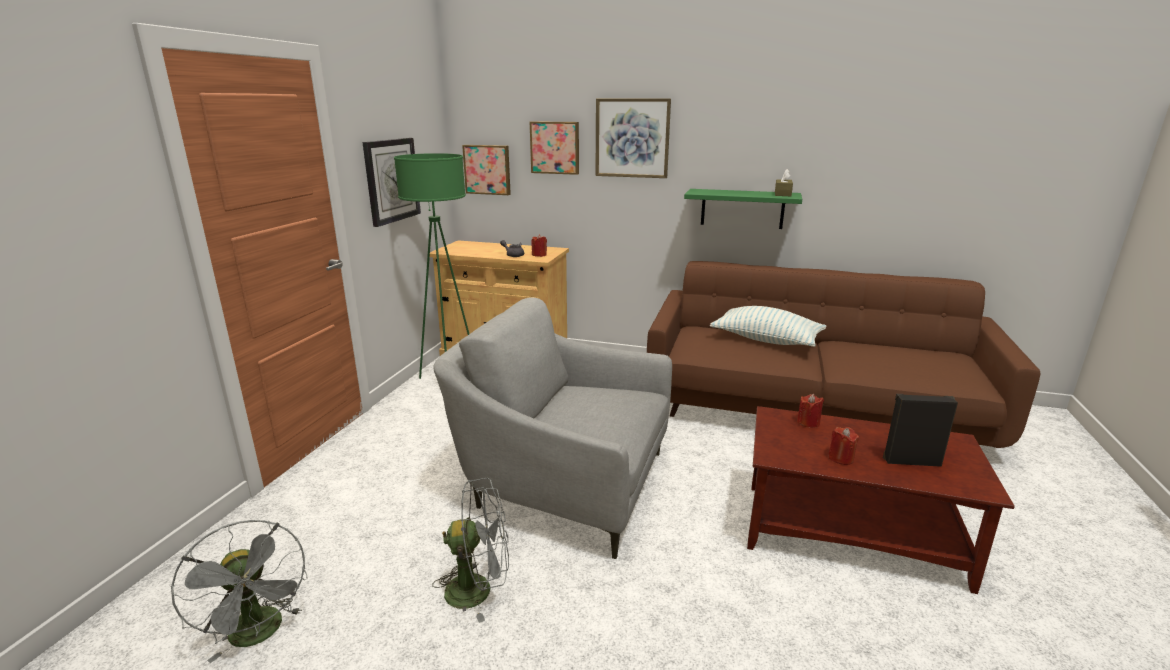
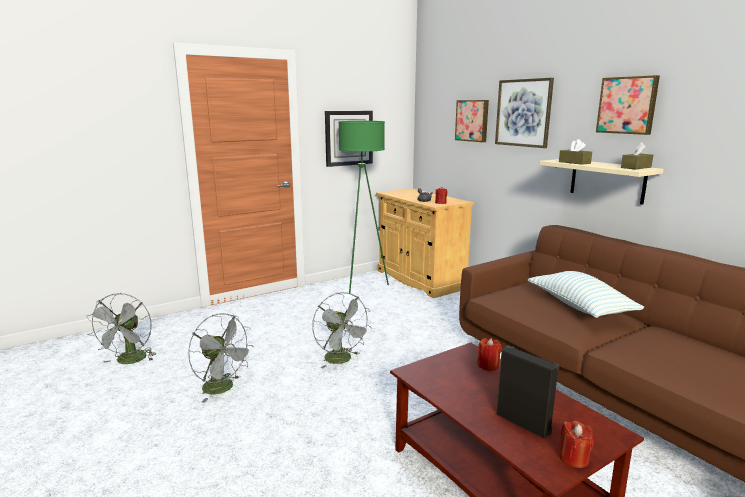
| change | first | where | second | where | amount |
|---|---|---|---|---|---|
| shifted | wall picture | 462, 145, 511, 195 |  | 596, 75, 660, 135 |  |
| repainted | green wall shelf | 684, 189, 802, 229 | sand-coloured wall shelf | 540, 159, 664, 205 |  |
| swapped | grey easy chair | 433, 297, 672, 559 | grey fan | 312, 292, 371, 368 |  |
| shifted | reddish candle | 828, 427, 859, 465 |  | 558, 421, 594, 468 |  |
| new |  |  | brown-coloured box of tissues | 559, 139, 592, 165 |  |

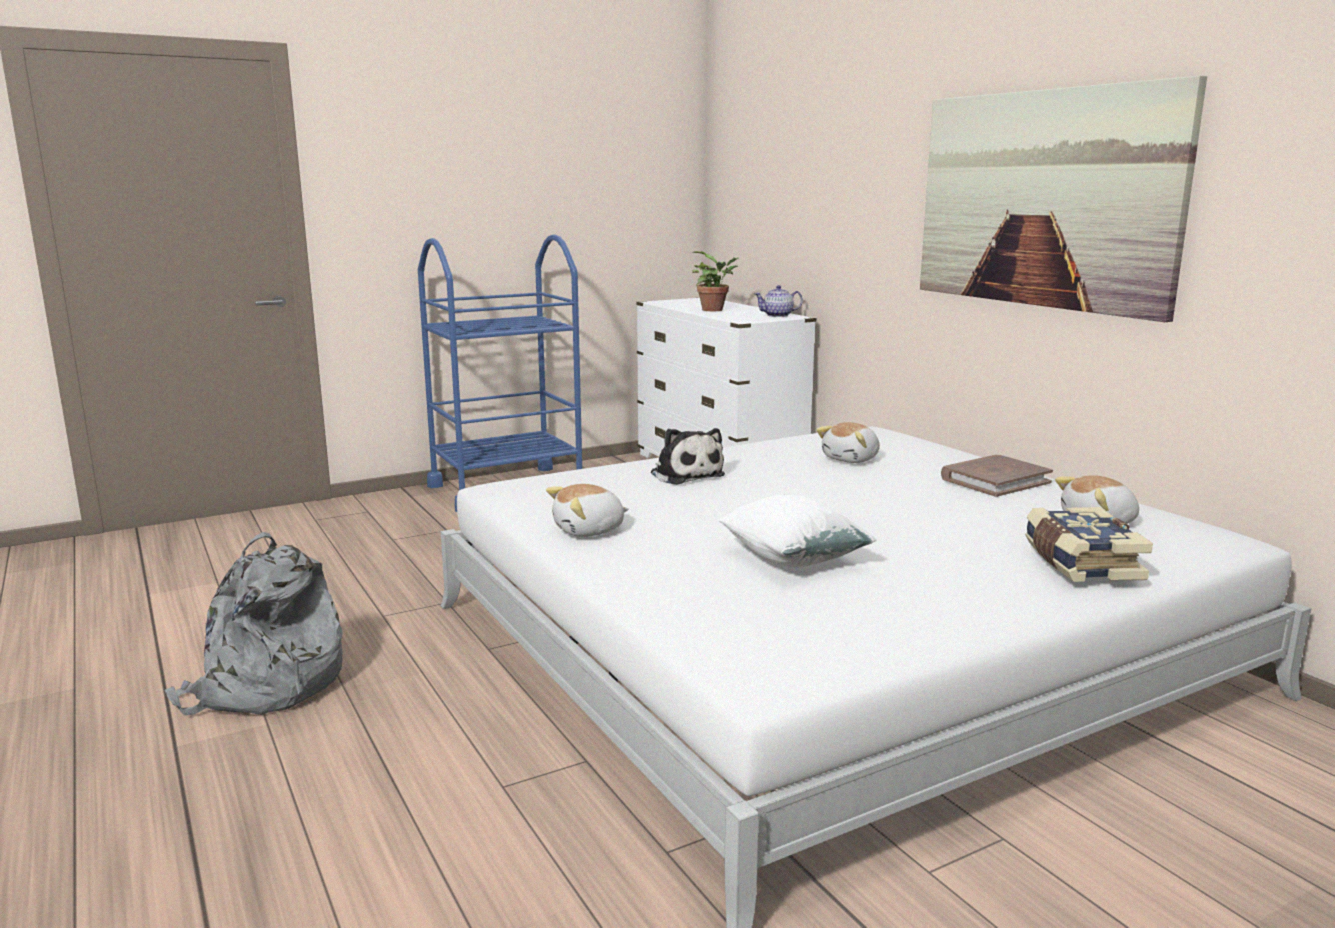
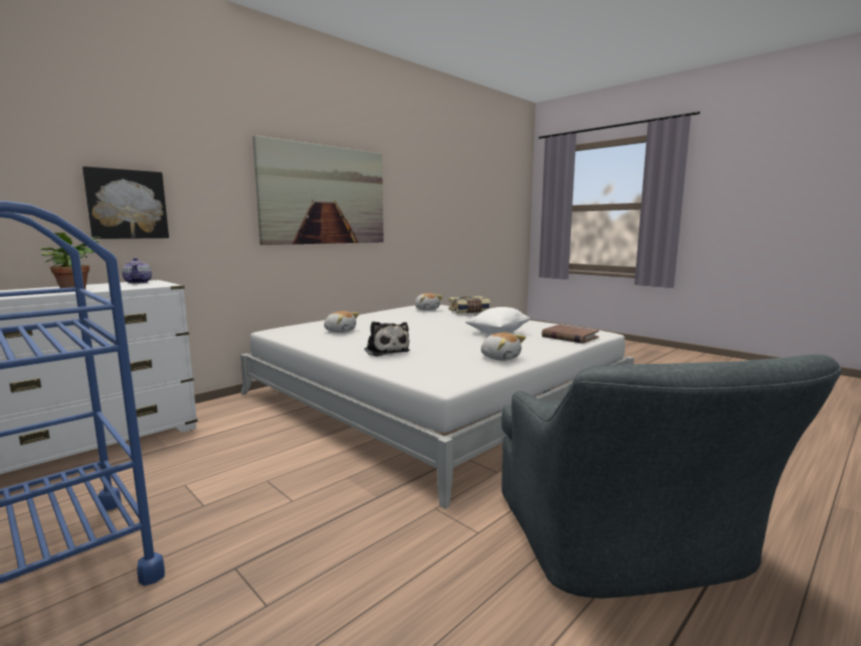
| change | first | where | second | where | amount |
|---|---|---|---|---|---|
| rotated | plush toy | 651, 428, 725, 485 |  | 364, 321, 410, 357 | 105 degrees clockwise |
| shifted | brown-coloured book | 941, 455, 1053, 497 |  | 542, 324, 599, 344 |  |
| swapped | grey knapsack | 165, 532, 343, 715 | grey easy chair | 501, 354, 842, 598 |  |
| new |  |  | wall picture | 82, 166, 169, 239 |  |

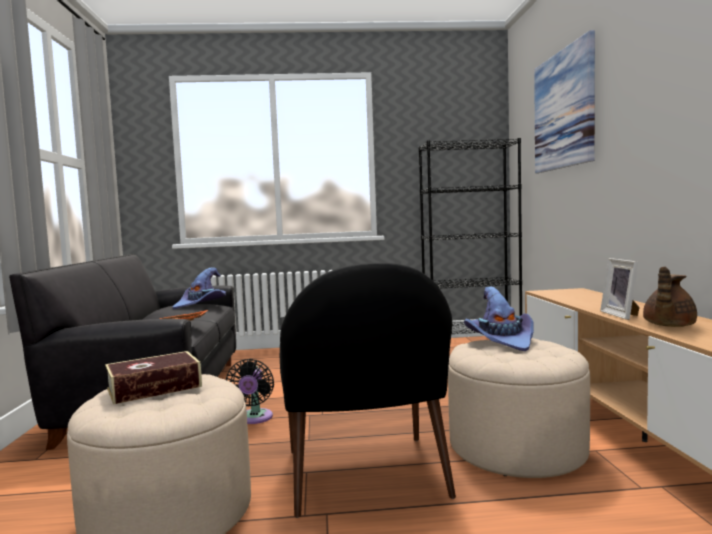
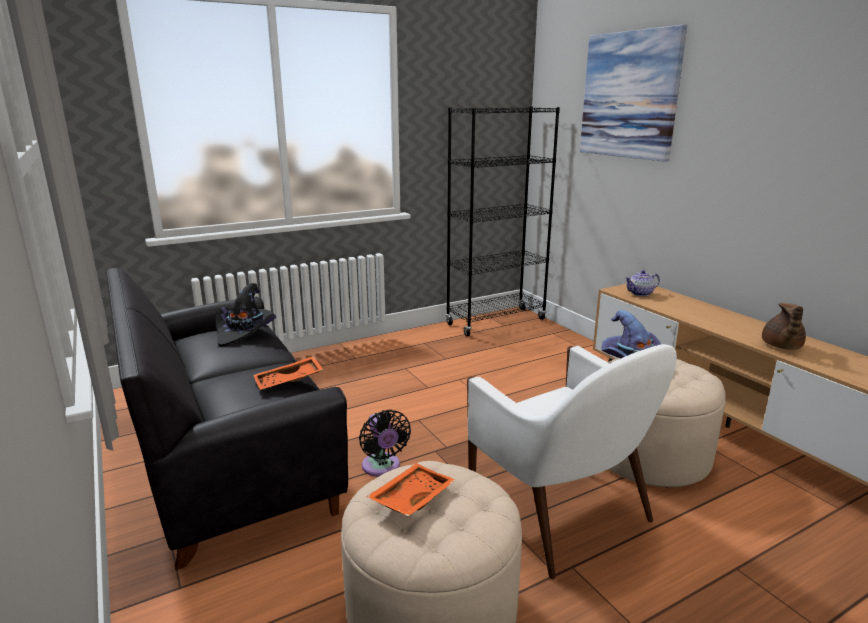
| change | first | where | second | where | amount |
|---|---|---|---|---|---|
| gone | standing frame | 600, 258, 640, 320 |  |  |  |
| repainted | blackish easy chair | 280, 262, 456, 518 | white easy chair | 467, 344, 677, 579 |  |
| repainted | purple-coloured clothing hat | 172, 267, 226, 309 | blackish clothing hat | 216, 283, 276, 347 |  |
| swapped | book | 105, 351, 202, 405 | orange-coloured carrying tray | 366, 463, 455, 516 |  |
| new |  |  | pot for tea | 625, 270, 660, 296 |  |

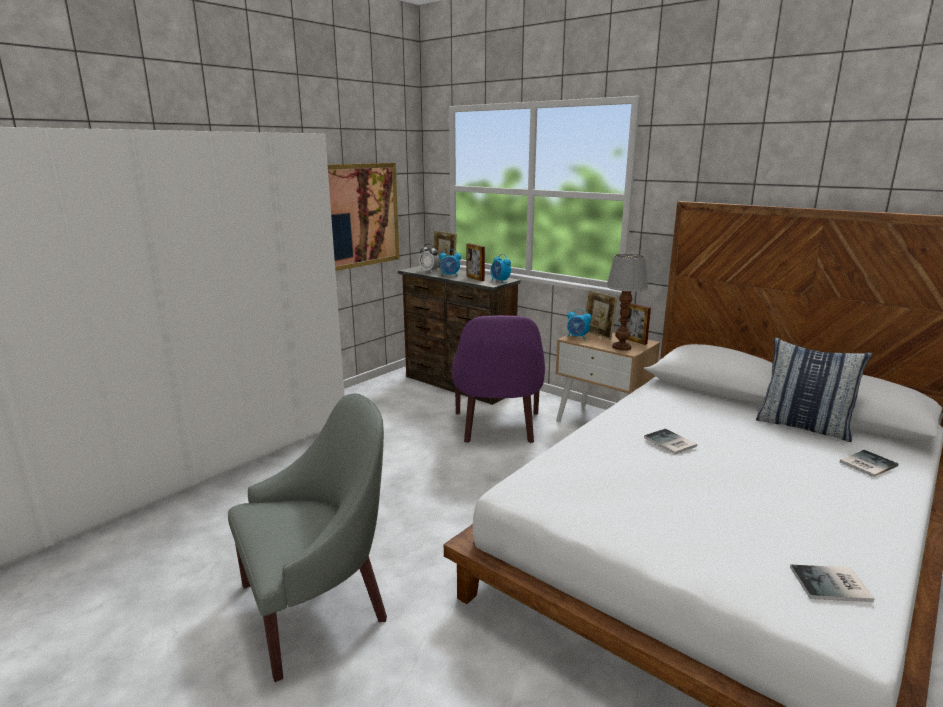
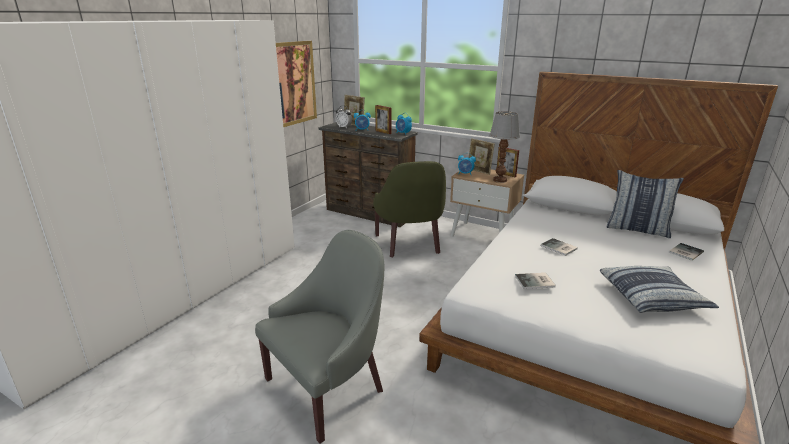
| change | first | where | second | where | amount |
|---|---|---|---|---|---|
| repainted | purple-coloured easy chair | 452, 315, 545, 443 | green easy chair | 373, 161, 446, 257 |  |
| shifted | book | 790, 565, 875, 602 |  | 515, 273, 556, 289 |  |
| new |  |  | pillow | 600, 266, 719, 313 |  |

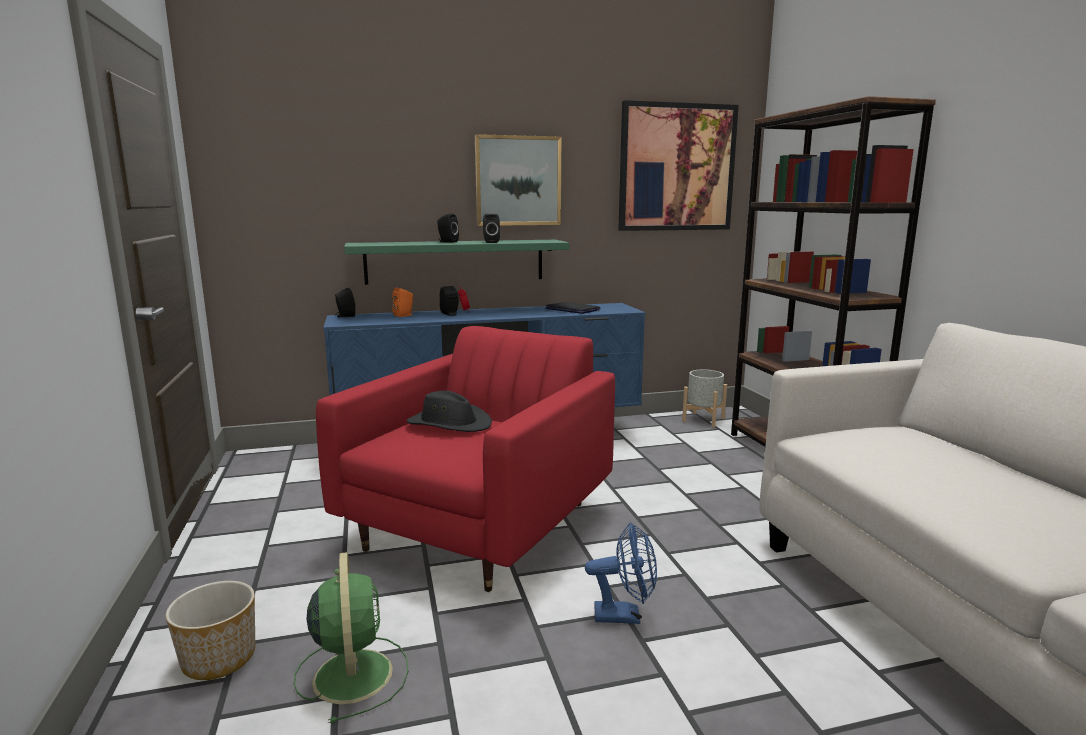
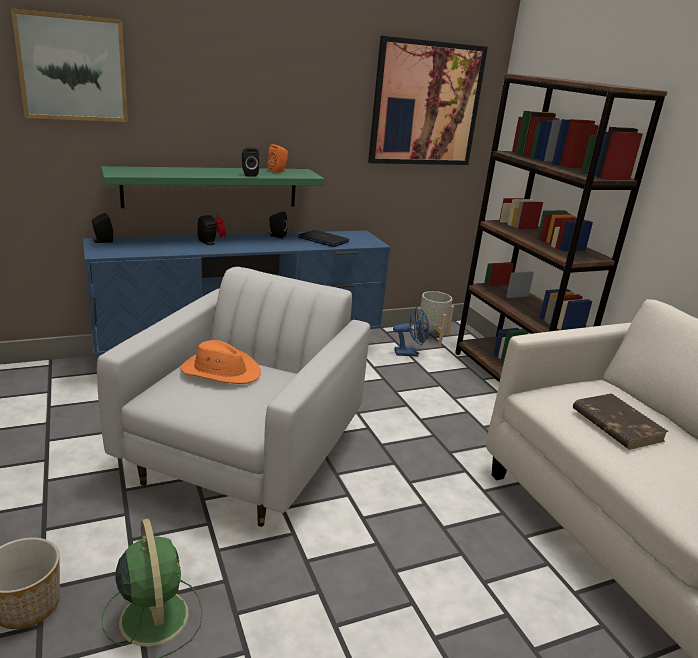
| change | first | where | second | where | amount |
|---|---|---|---|---|---|
| shifted | wall picture | 475, 134, 561, 226 |  | 11, 8, 128, 122 |  |
| shifted | blackish speaker | 437, 214, 459, 243 |  | 268, 211, 288, 238 |  |
| shifted | orange-coloured speaker | 392, 288, 413, 317 |  | 268, 144, 288, 173 |  |
| repainted | reddish easy chair | 316, 326, 615, 592 | white easy chair | 97, 267, 370, 527 |  |
| repainted | blackish clothing hat | 406, 391, 492, 432 | orange-coloured clothing hat | 181, 340, 261, 384 |  |
| shifted | bluish fan | 585, 522, 657, 624 |  | 393, 307, 429, 357 |  |
| new |  |  | brown-coloured book | 573, 393, 669, 450 |  |

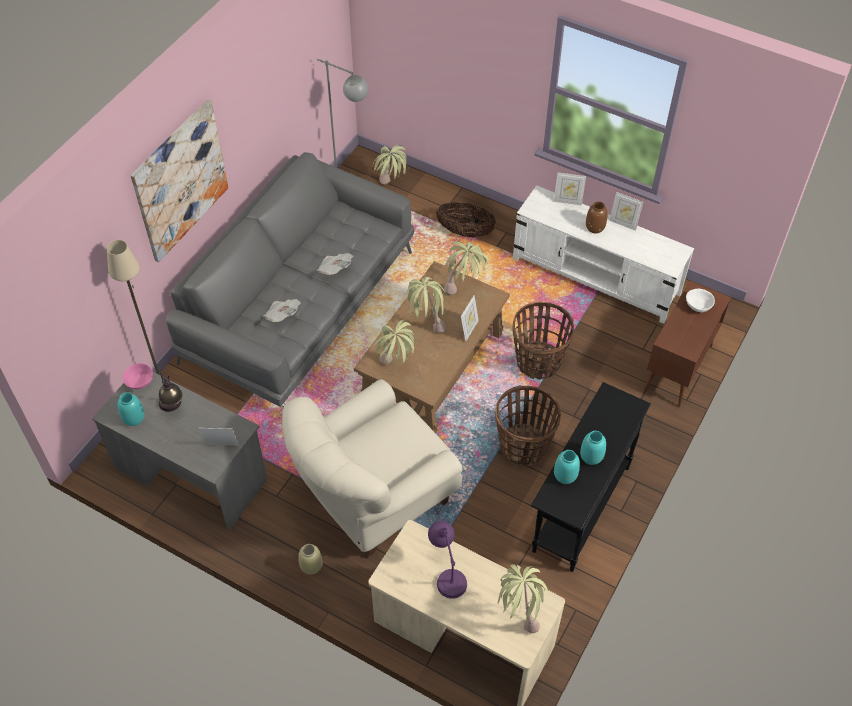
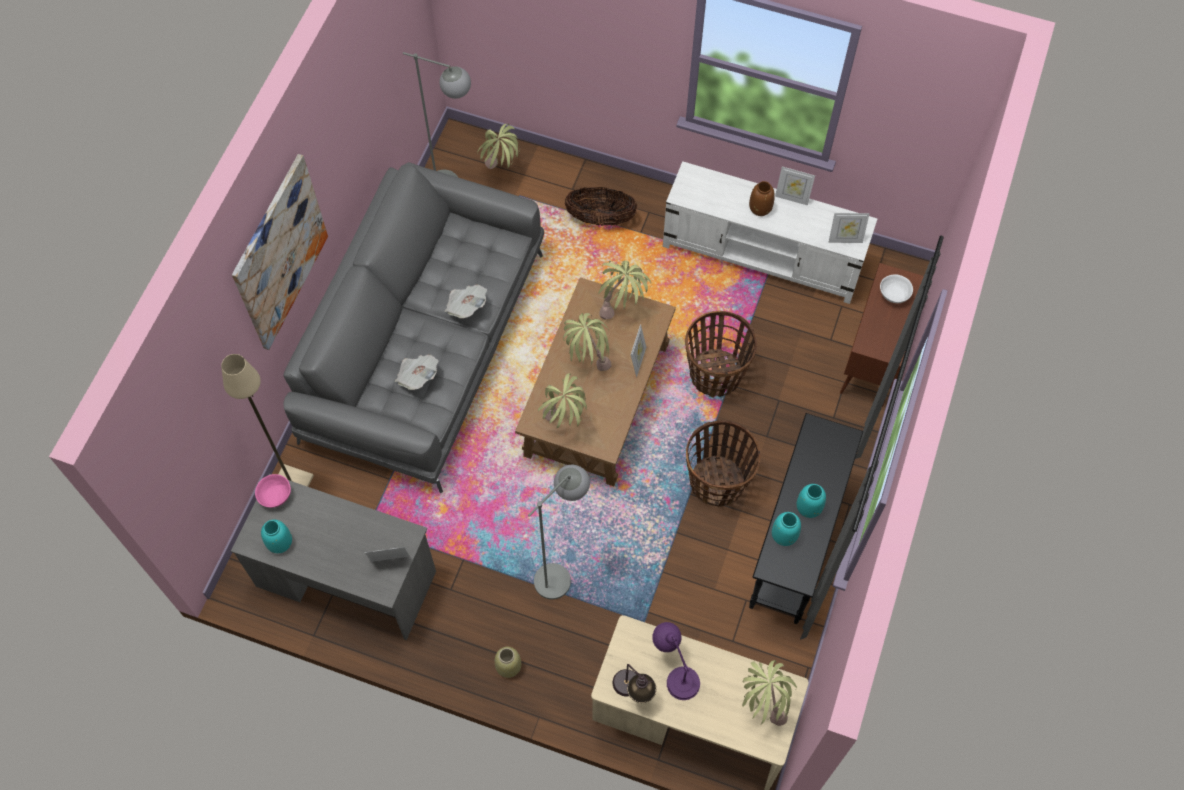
| change | first | where | second | where | amount |
|---|---|---|---|---|---|
| shifted | standing frame | 554, 172, 586, 206 |  | 828, 213, 870, 243 |  |
| shifted | table lamp | 159, 371, 183, 412 |  | 613, 664, 656, 703 |  |
| swapped | sand-coloured easy chair | 282, 379, 463, 559 | grey standing lamp | 528, 465, 590, 600 |  |

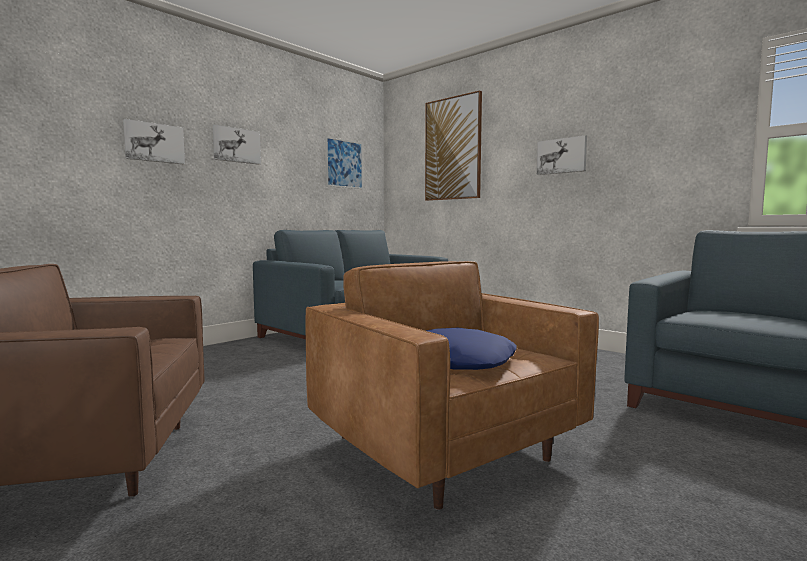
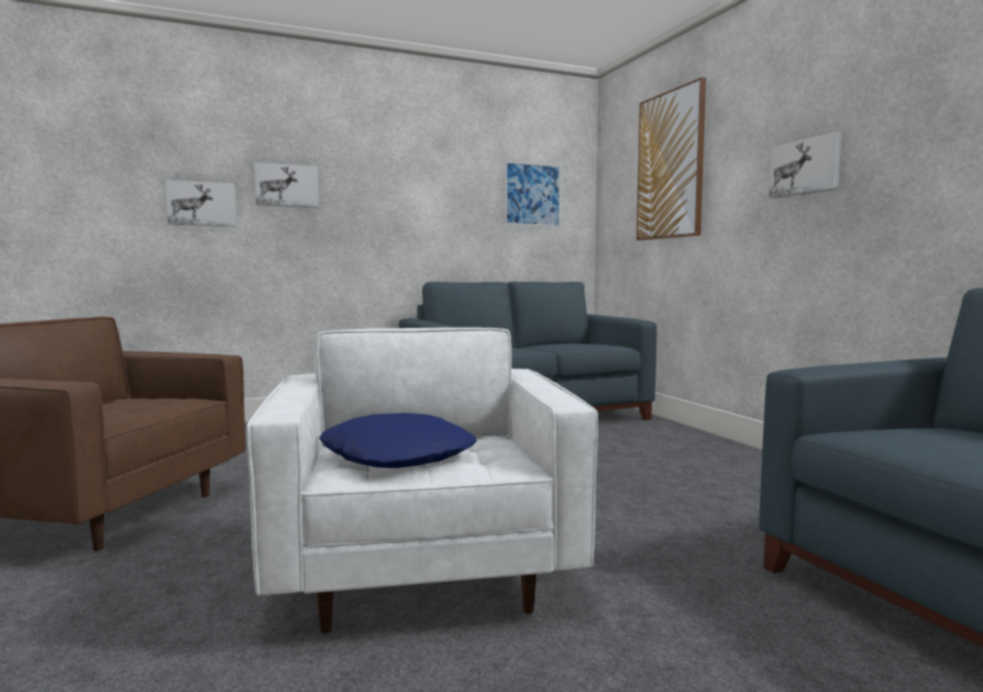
| change | first | where | second | where | amount |
|---|---|---|---|---|---|
| shifted | wall picture | 213, 125, 261, 165 |  | 165, 180, 236, 226 |  |
| repainted | brown-coloured easy chair | 305, 261, 599, 510 | white easy chair | 247, 327, 598, 634 |  |

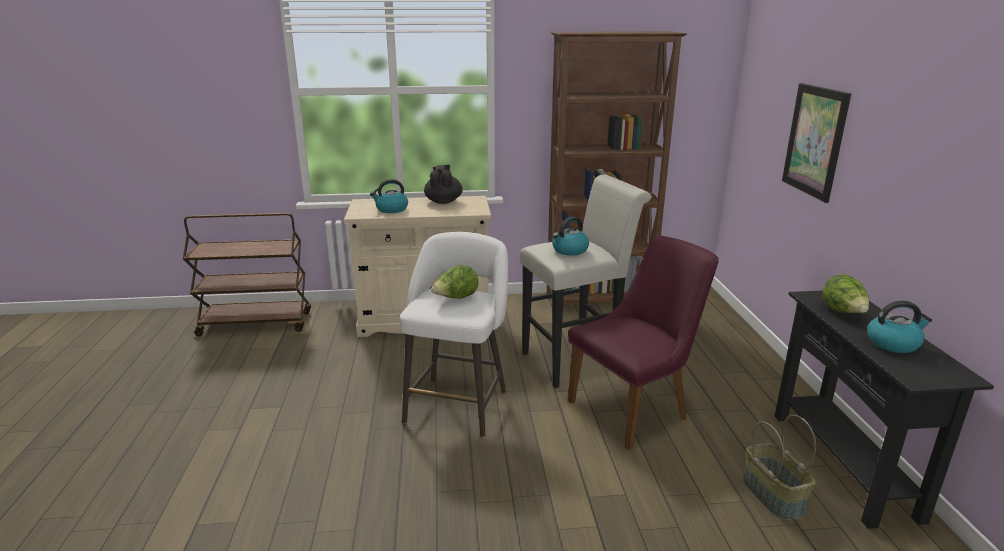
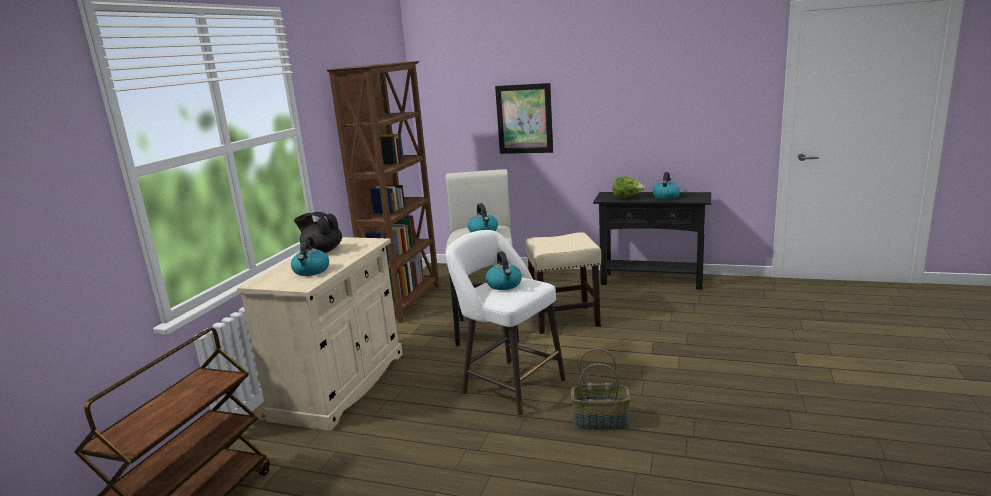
| change | first | where | second | where | amount |
|---|---|---|---|---|---|
| swapped | purple-coloured chair | 568, 235, 719, 450 | sand-coloured stool seat | 525, 232, 601, 334 |  |
| swapped | head of lettuce | 431, 265, 478, 299 | kettle | 486, 251, 522, 290 |  |
| shifted | storage basket | 743, 415, 816, 520 |  | 571, 348, 631, 430 |  |

